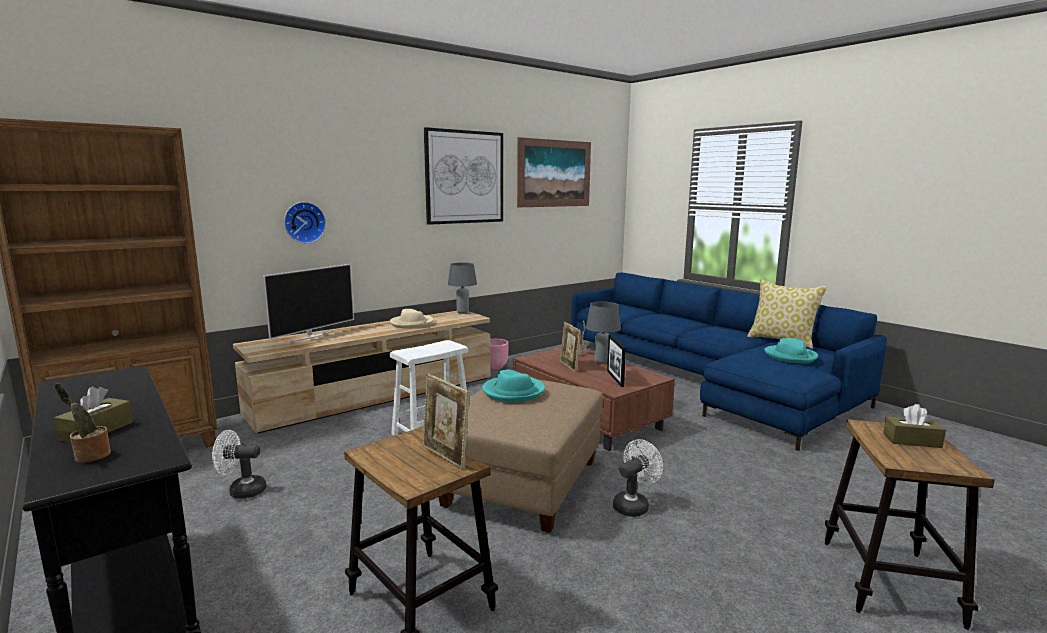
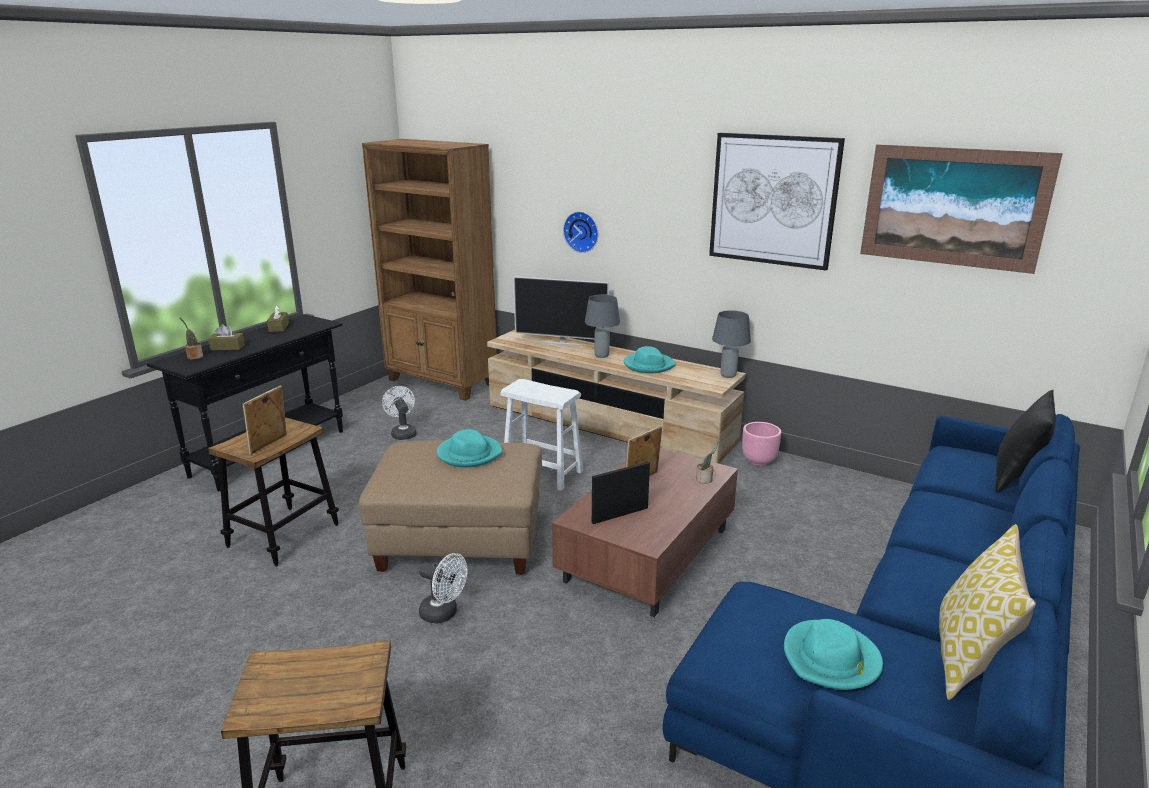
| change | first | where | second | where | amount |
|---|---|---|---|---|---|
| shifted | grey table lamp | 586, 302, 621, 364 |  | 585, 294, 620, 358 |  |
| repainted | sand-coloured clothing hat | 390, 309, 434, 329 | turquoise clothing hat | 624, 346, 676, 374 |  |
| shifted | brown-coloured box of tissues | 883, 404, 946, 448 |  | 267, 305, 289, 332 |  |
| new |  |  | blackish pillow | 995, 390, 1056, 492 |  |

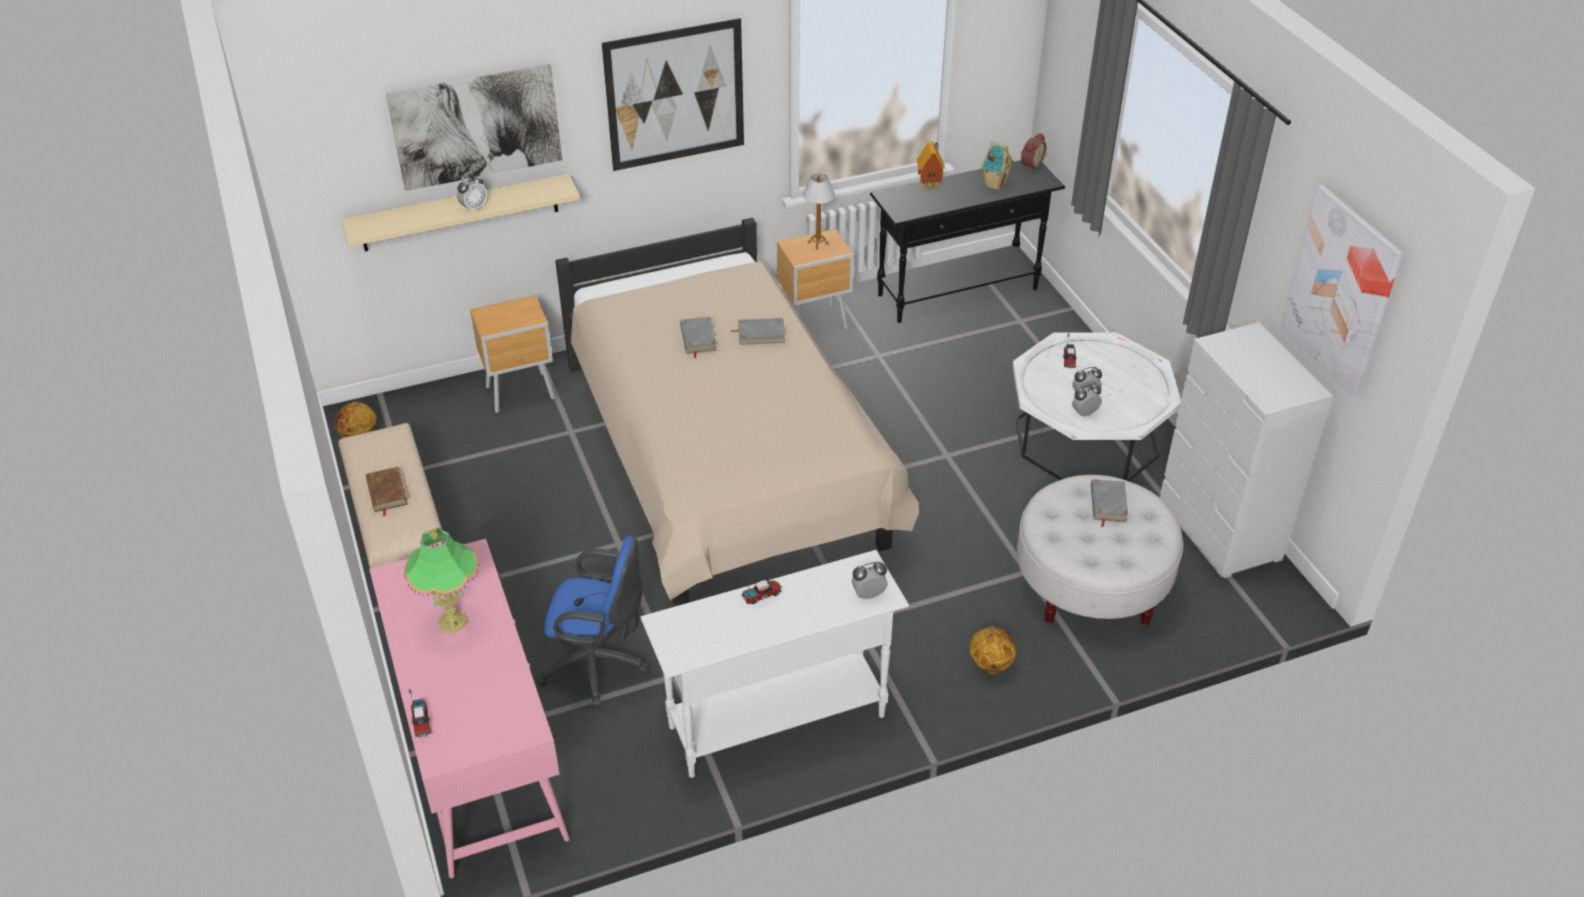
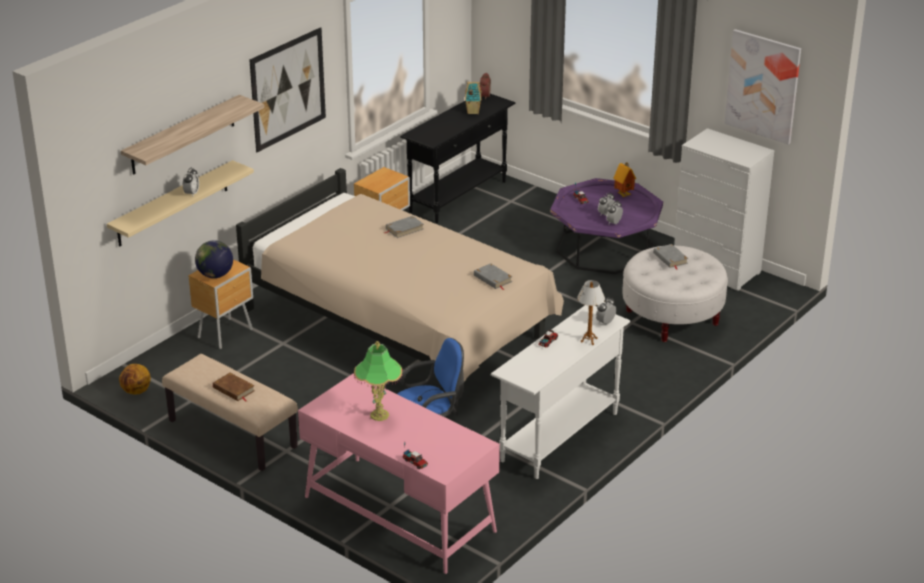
| change | first | where | second | where | amount |
|---|---|---|---|---|---|
| swapped | wall picture | 386, 64, 562, 191 | wall shelf | 121, 95, 264, 175 |  |
| shifted | model house | 917, 141, 945, 190 |  | 613, 162, 636, 197 |  |
| shifted | table lamp | 803, 173, 835, 250 |  | 577, 280, 605, 345 |  |
| shifted | grey book | 680, 317, 717, 358 |  | 474, 263, 513, 290 |  |
| repainted | white low table | 1012, 332, 1181, 481 | purple-coloured low table | 550, 178, 663, 274 |  |
| gone | basketball ball | 970, 626, 1016, 674 |  |  |  |
| new |  |  | world globe | 195, 240, 233, 278 |  |

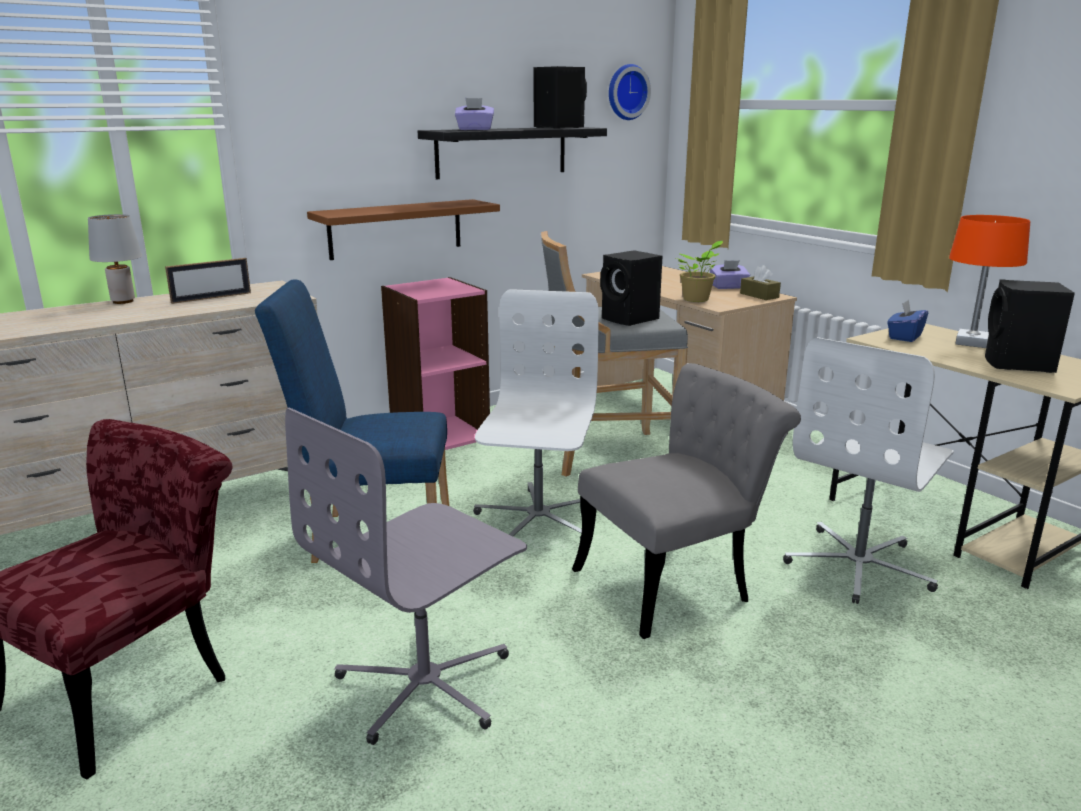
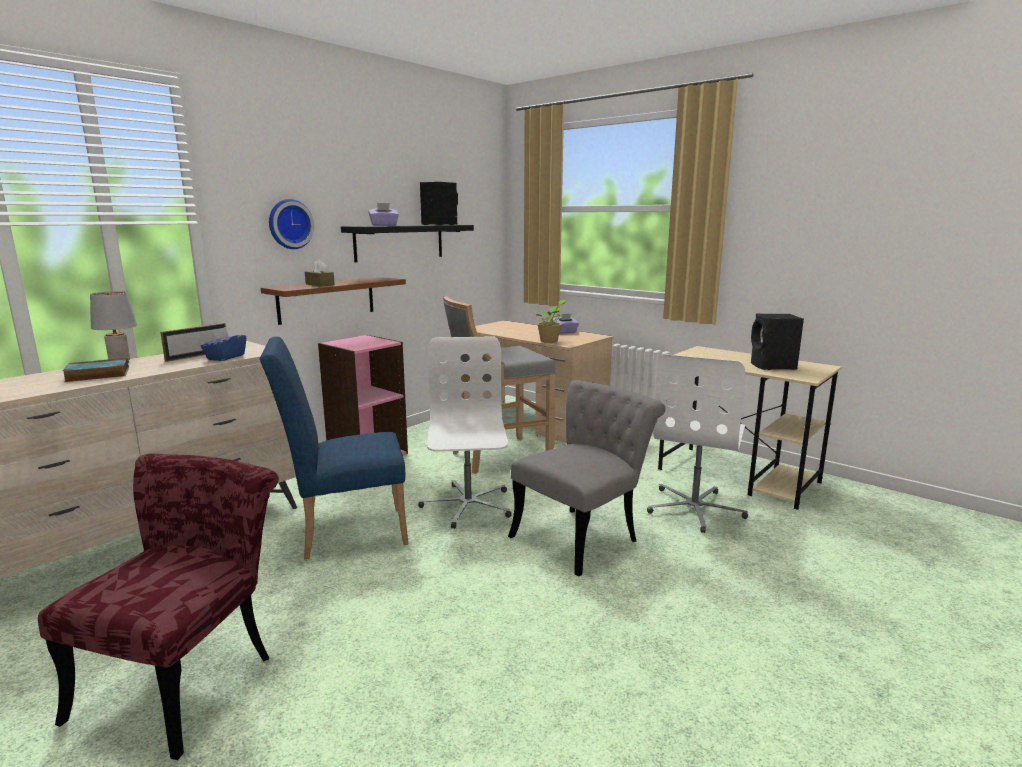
| change | first | where | second | where | amount |
|---|---|---|---|---|---|
| shifted | clock on the wall | 609, 64, 651, 120 |  | 269, 199, 314, 249 |  |
| gone | orange-coloured table lamp | 949, 215, 1030, 348 |  |  |  |
| gone | blackish speaker | 600, 250, 663, 326 |  |  |  |
| shifted | brown-coloured box of tissues | 740, 265, 781, 300 |  | 305, 259, 335, 286 |  |
| shifted | bluish box of tissues | 887, 300, 928, 342 |  | 201, 327, 246, 361 |  |
| gone | grey desk chair | 285, 408, 527, 745 |  |  |  |
| new |  |  | book | 63, 358, 129, 382 |  |

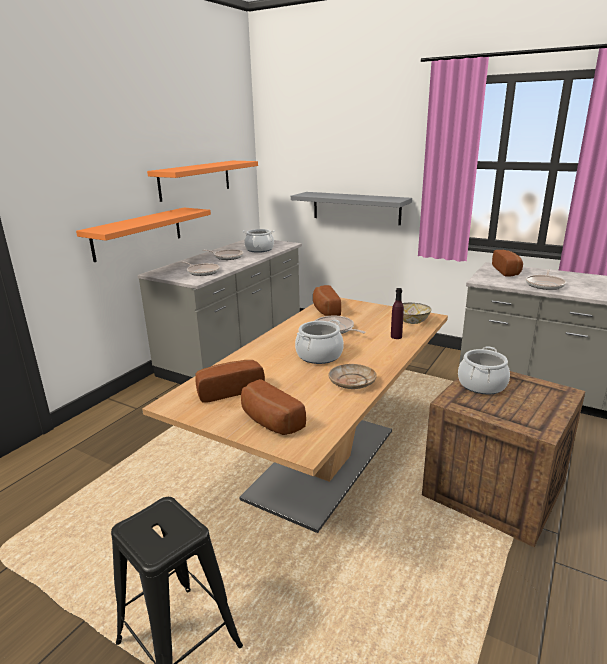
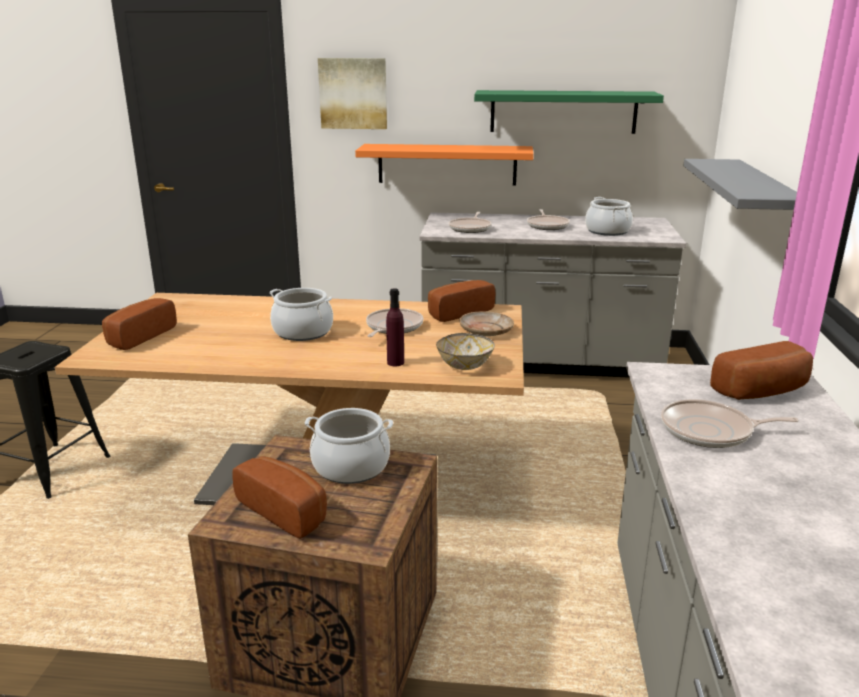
| change | first | where | second | where | amount |
|---|---|---|---|---|---|
| repainted | orange-coloured wall shelf | 147, 161, 258, 202 | green wall shelf | 474, 90, 664, 134 |  |
| shifted | bread | 195, 360, 265, 403 |  | 232, 456, 327, 539 |  |
| shifted | sand-coloured dinner plate | 328, 364, 377, 389 |  | 460, 311, 514, 336 |  |
| new |  |  | wall picture | 318, 58, 387, 129 |  |

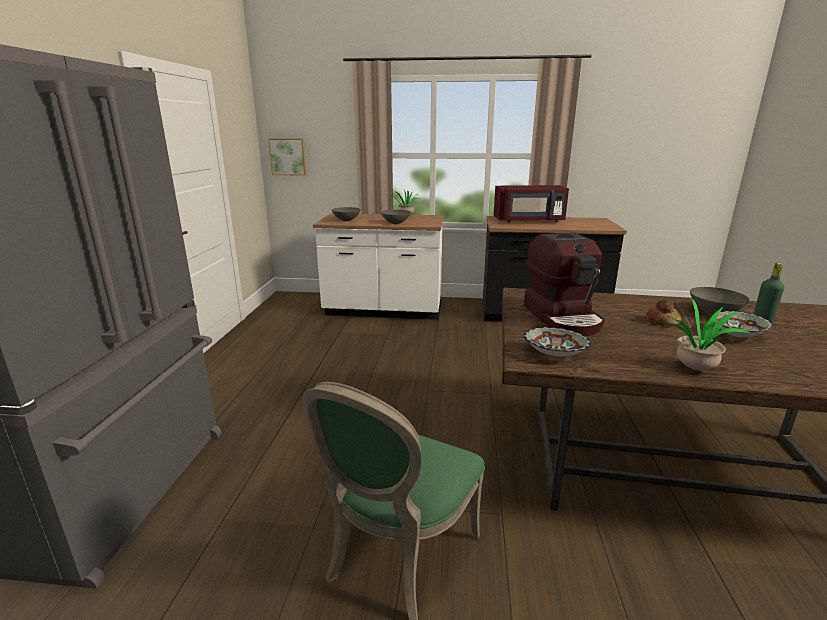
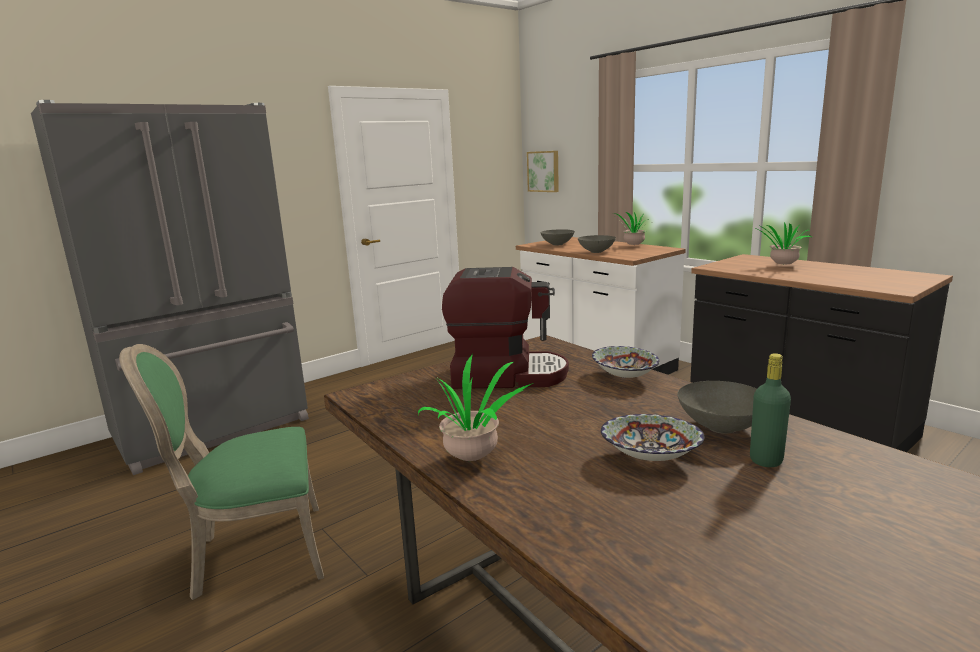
| change | first | where | second | where | amount |
|---|---|---|---|---|---|
| swapped | reddish microwave | 494, 185, 569, 223 | potted plant | 756, 222, 812, 264 |  |
| rotated | coffee machine | 524, 233, 605, 336 |  | 442, 267, 569, 389 | 120 degrees counterclockwise |
| gone | bread | 646, 300, 681, 326 |  |  |  |
| shifted | bowl | 524, 327, 591, 357 |  | 592, 346, 660, 378 |  |

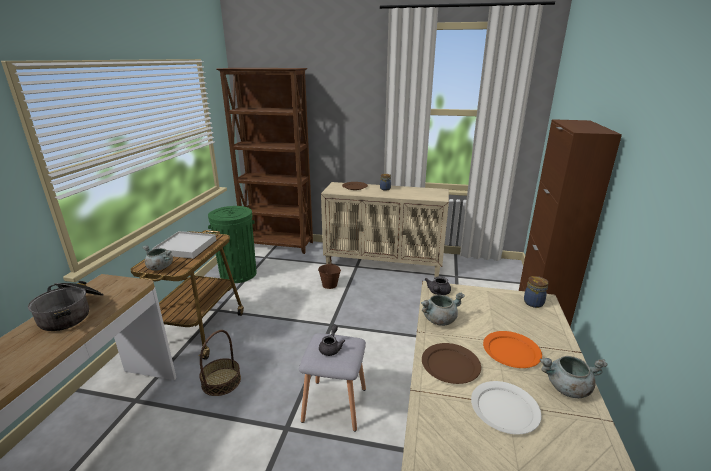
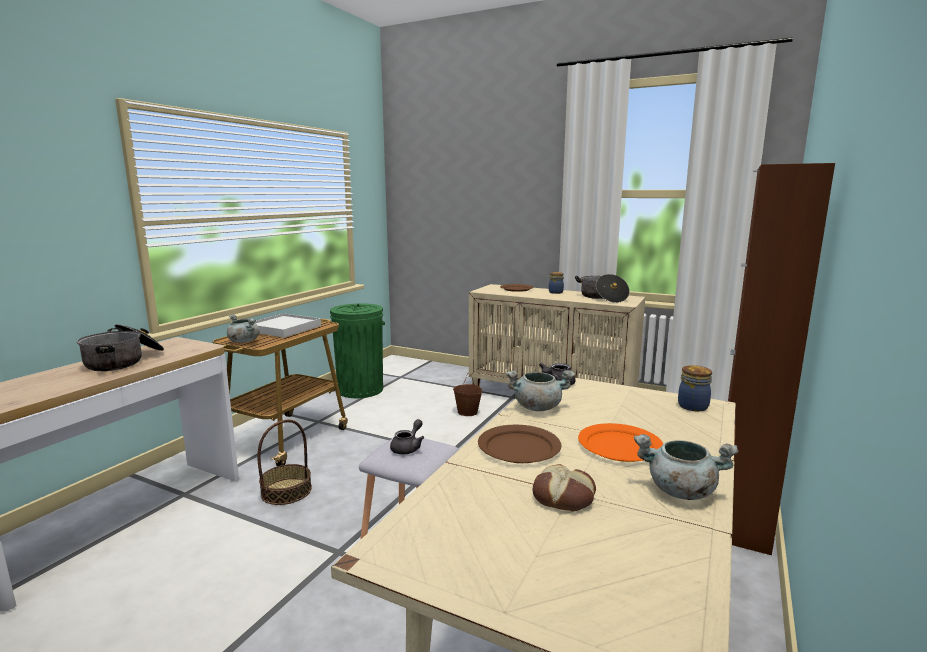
| change | first | where | second | where | amount |
|---|---|---|---|---|---|
| gone | brown-coloured bookshelf | 216, 68, 313, 254 |  |  |  |
| swapped | white dinner plate | 471, 381, 542, 434 | bread | 532, 464, 596, 511 |  |
| new |  |  | stockpot | 575, 274, 630, 303 |  |

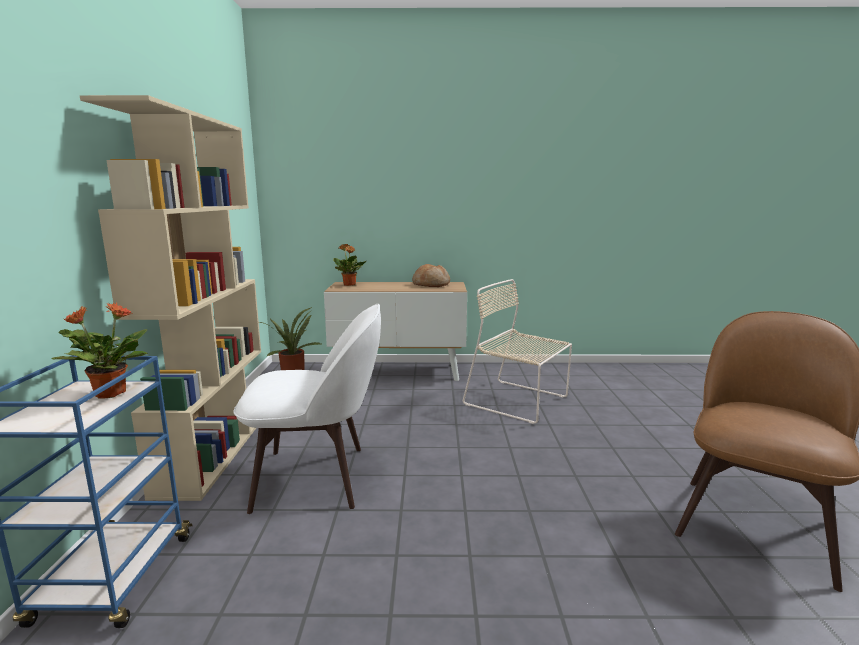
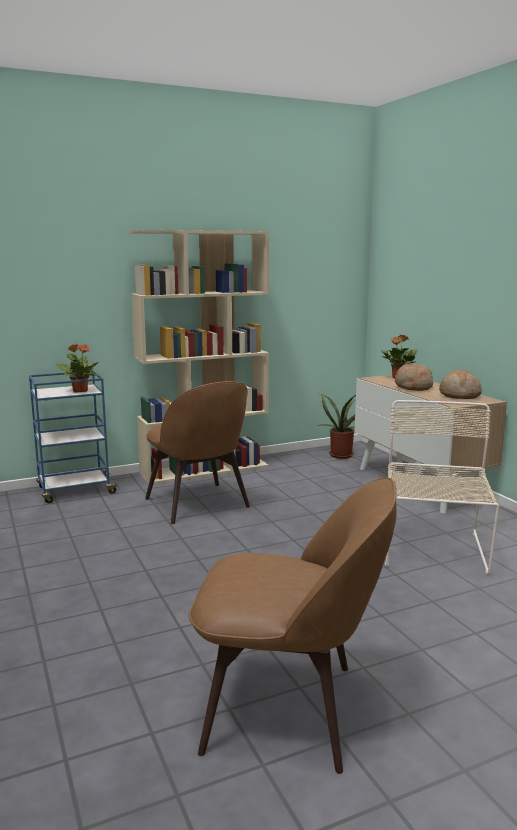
| change | first | where | second | where | amount |
|---|---|---|---|---|---|
| repainted | white chair | 233, 304, 381, 514 | brown-coloured chair | 145, 381, 250, 524 |  |
| new |  |  | bread | 395, 363, 433, 391 |  |

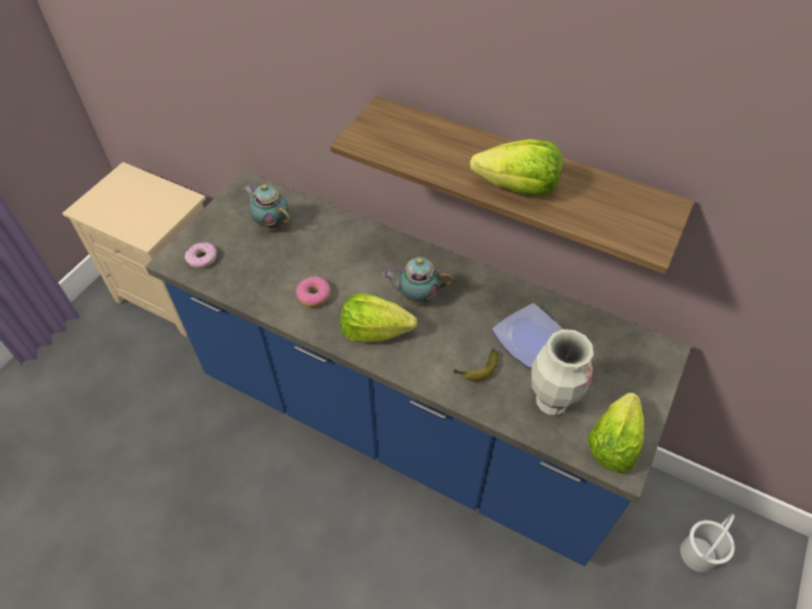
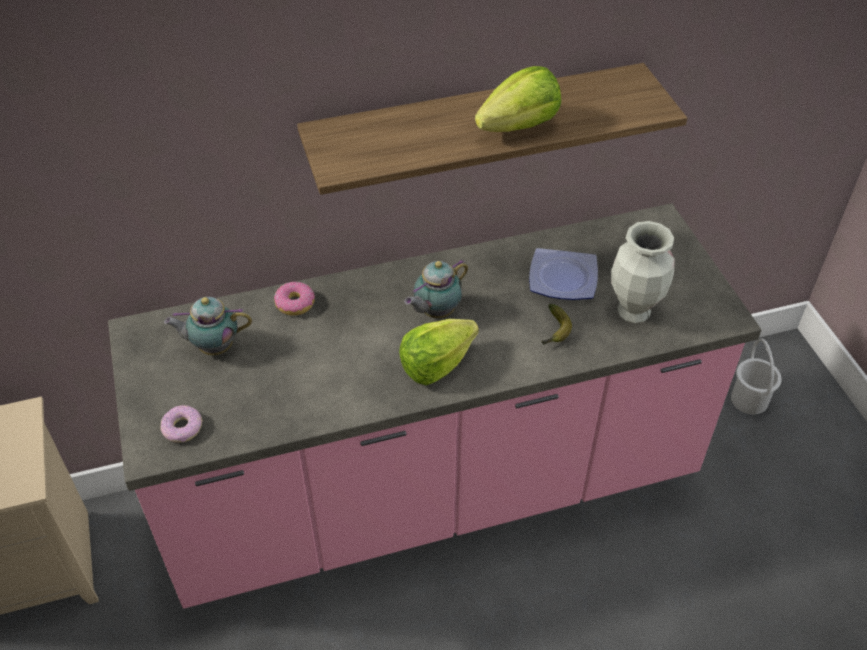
| change | first | where | second | where | amount |
|---|---|---|---|---|---|
| repainted | bluish kitchen counter | 145, 170, 691, 567 | pink-coloured kitchen counter | 108, 203, 762, 609 |  |
| shifted | donut | 296, 276, 331, 307 |  | 274, 282, 315, 316 |  |
| gone | head of lettuce | 587, 393, 644, 473 |  |  |  |

